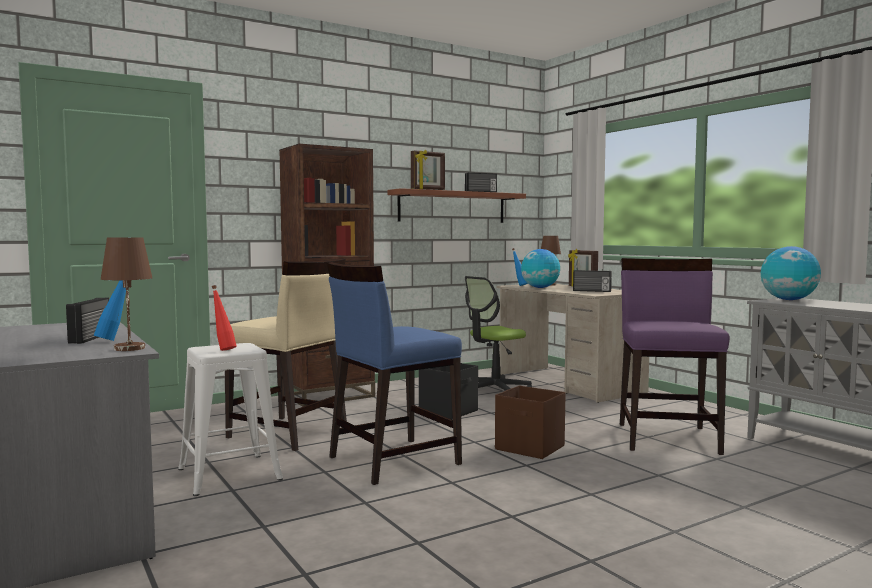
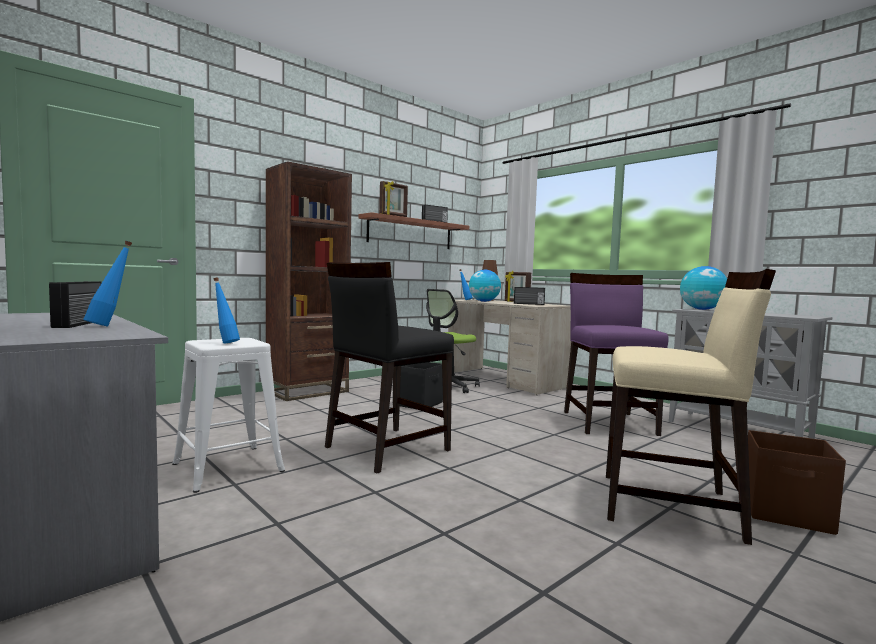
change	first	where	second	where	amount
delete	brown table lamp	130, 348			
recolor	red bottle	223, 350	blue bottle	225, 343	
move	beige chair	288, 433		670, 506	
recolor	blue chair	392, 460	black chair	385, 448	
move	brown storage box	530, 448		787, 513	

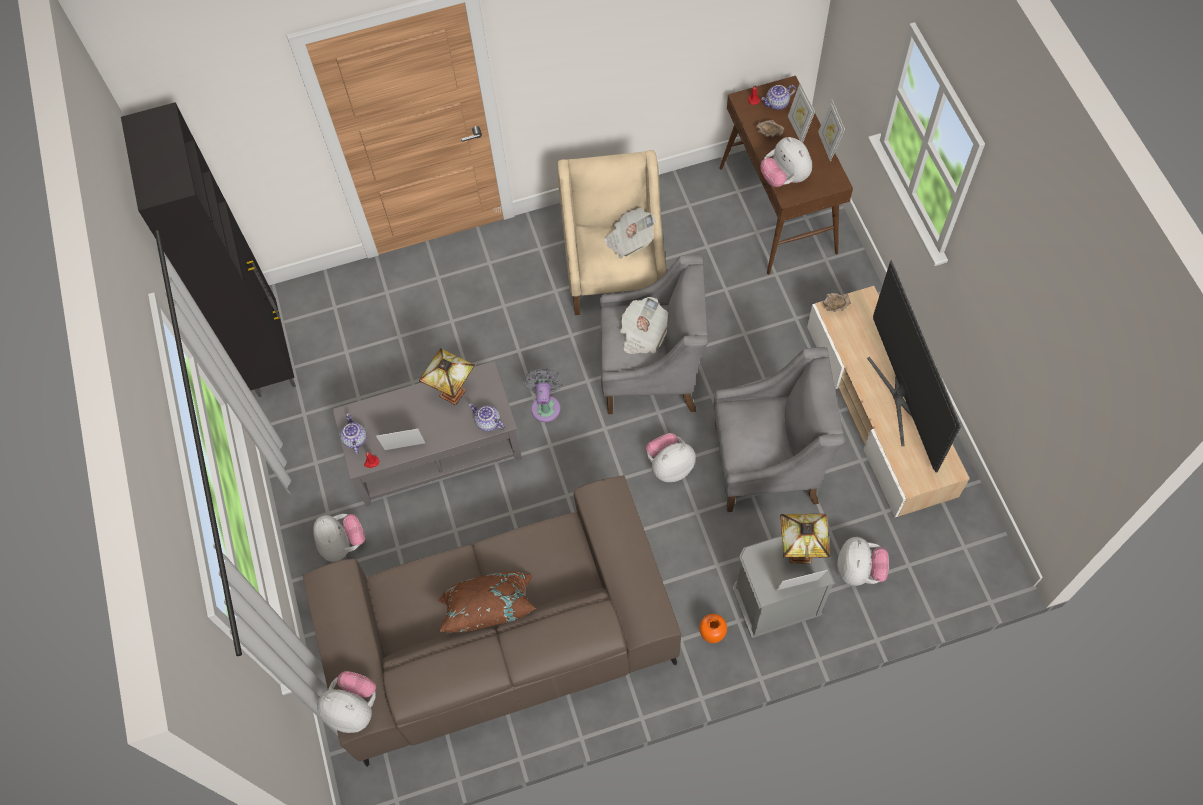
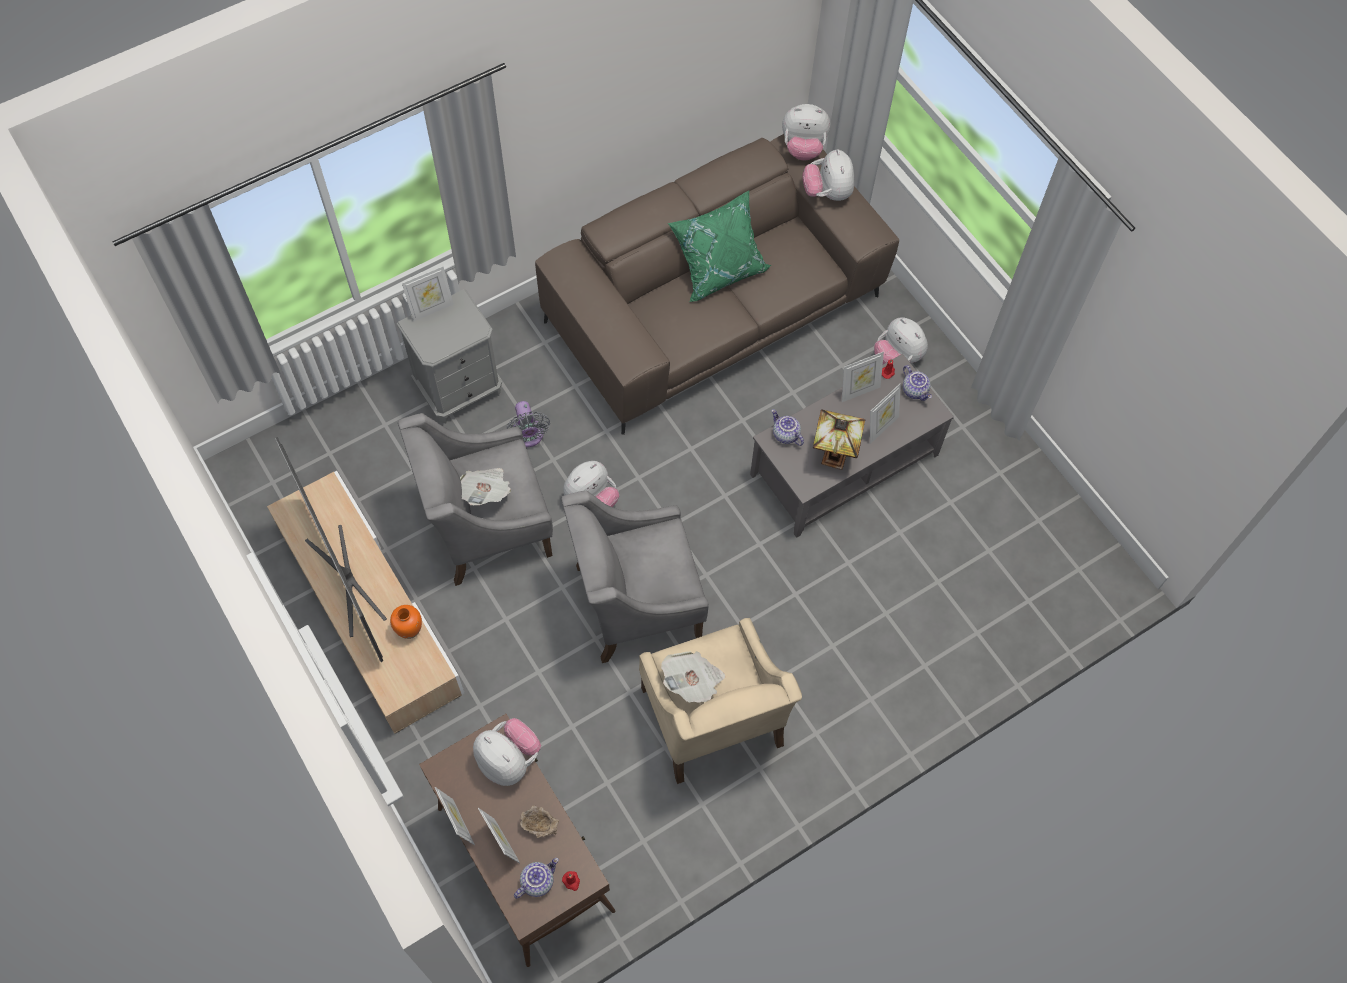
change	first	where	second	where	amount
delete	black cabinet	269, 353			
recolor	brown pillow	490, 612	green pillow	719, 269	
rotate	teapot	487, 423		785, 435	150 degrees counterclockwise
move	grey fan	545, 405		528, 436	
move	newspaper	643, 334		485, 492	
move	orange vase	712, 634		409, 629	
delete	table lamp	798, 554			
delete	beige bowl	835, 307			
move	plush toy	859, 570		827, 193	
insert			picture frame	881, 427	

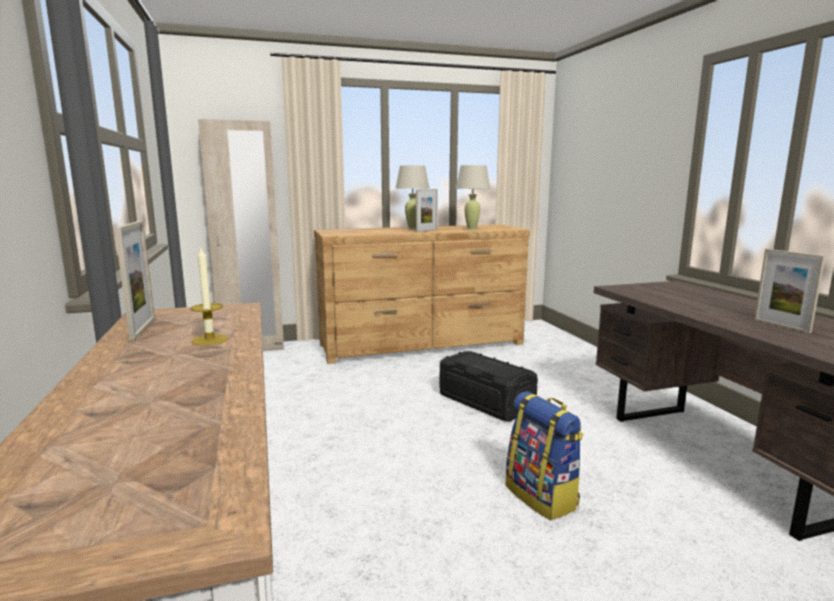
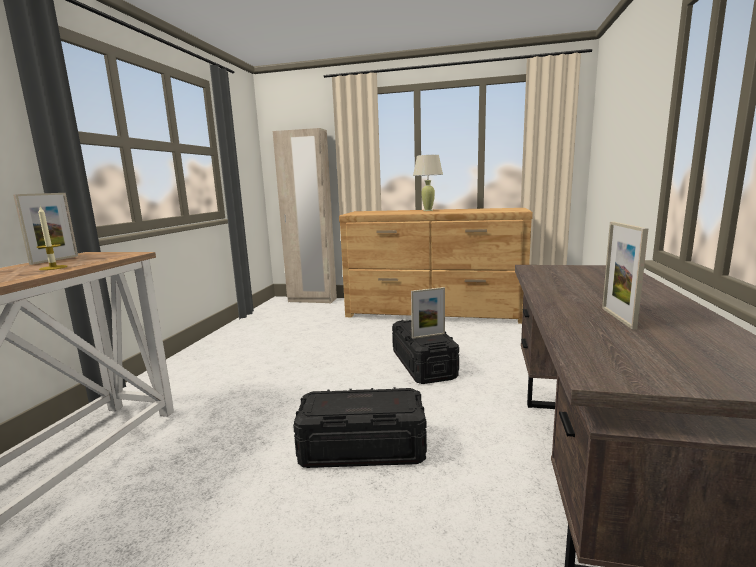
change	first	where	second	where	amount
move	picture frame	426, 230		428, 336	
delete	beige table lamp	472, 229			
replace	backpack	542, 497	black storage box	363, 449	

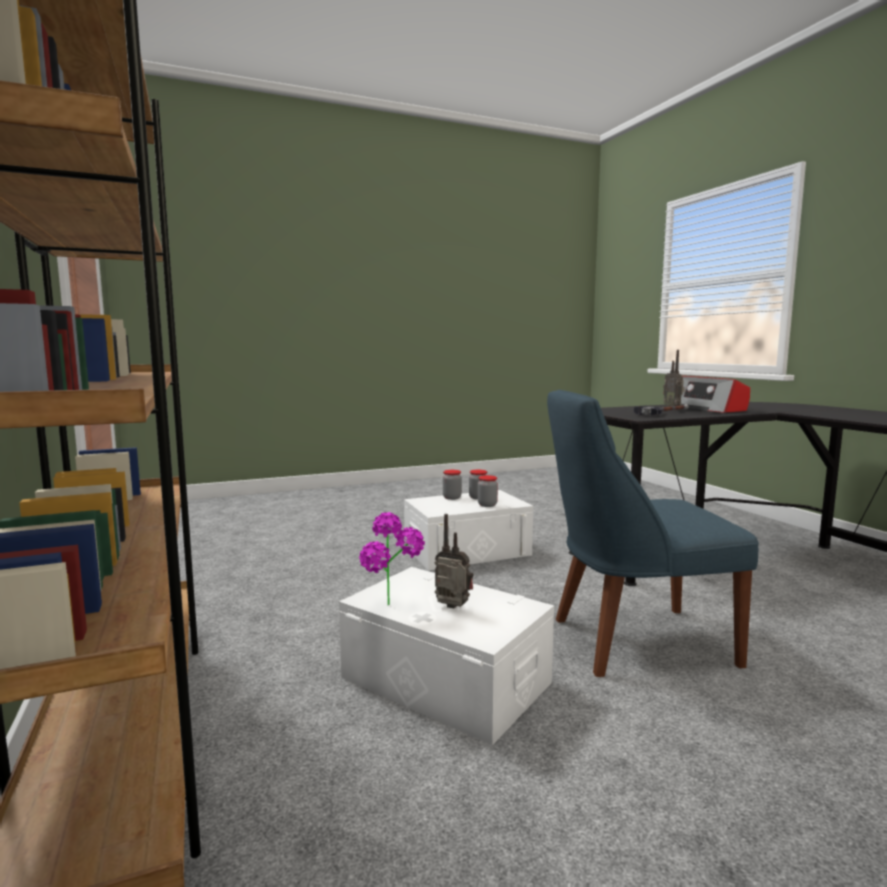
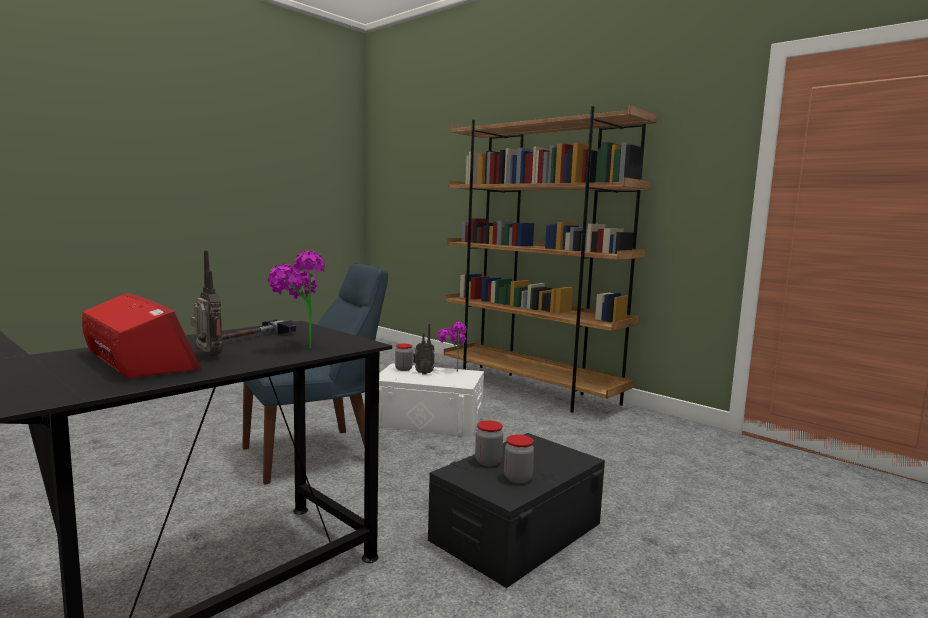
change	first	where	second	where	amount
recolor	white storage box	467, 550	black storage box	516, 532	
move	jar	452, 497		403, 369	
insert			potted plant	298, 347	

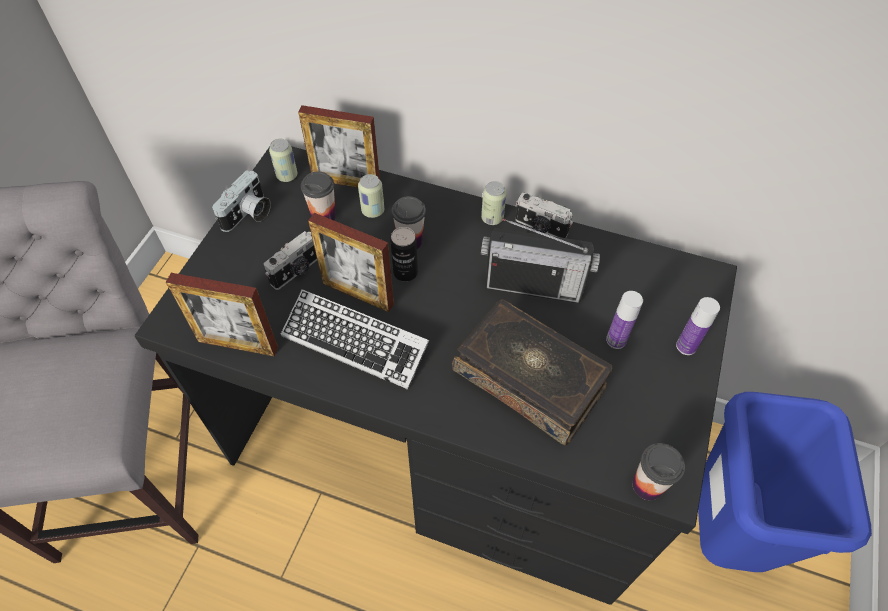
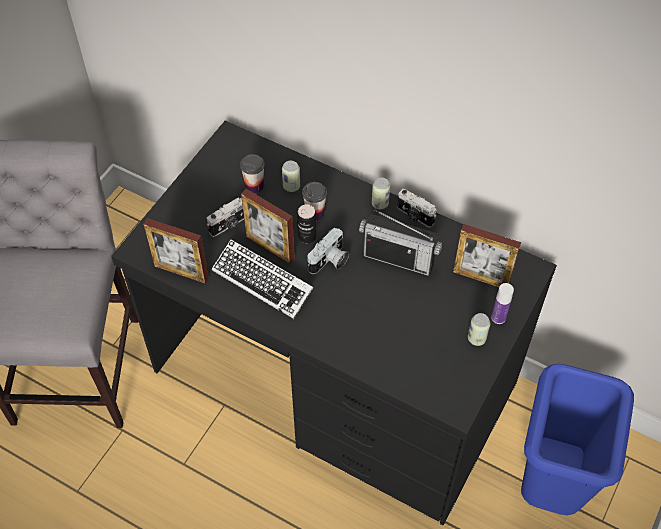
change	first	where	second	where	amount
move	photo camera	248, 215		329, 261	
move	can	287, 175		476, 338	
move	picture frame	346, 182		481, 278	
delete	book	530, 378			
delete	bottle	616, 340			
delete	cup	647, 485			

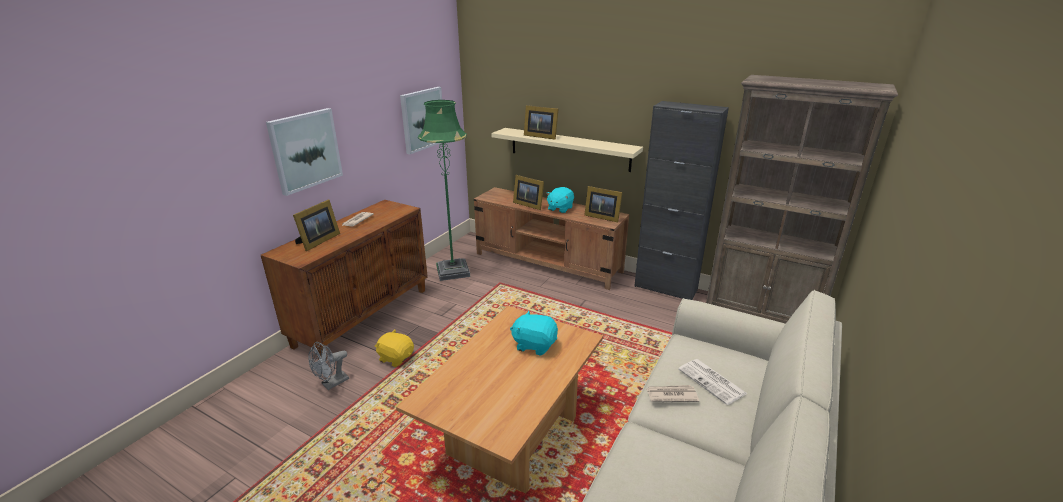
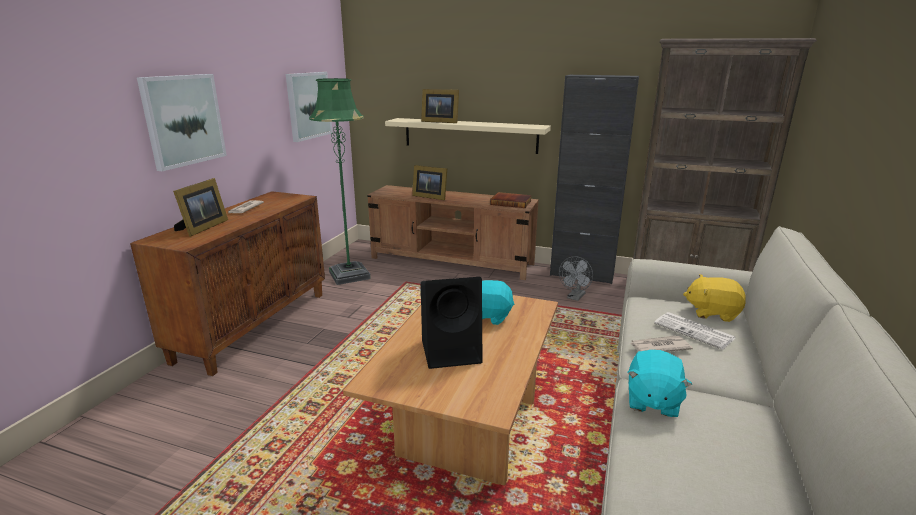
change	first	where	second	where	amount
move	grey fan	332, 384		575, 297	
move	yellow plush toy	396, 358		712, 312	
move	turquoise plush toy	560, 208		652, 401	
replace	picture frame	601, 217	book	511, 202	
insert			black speaker	452, 351	

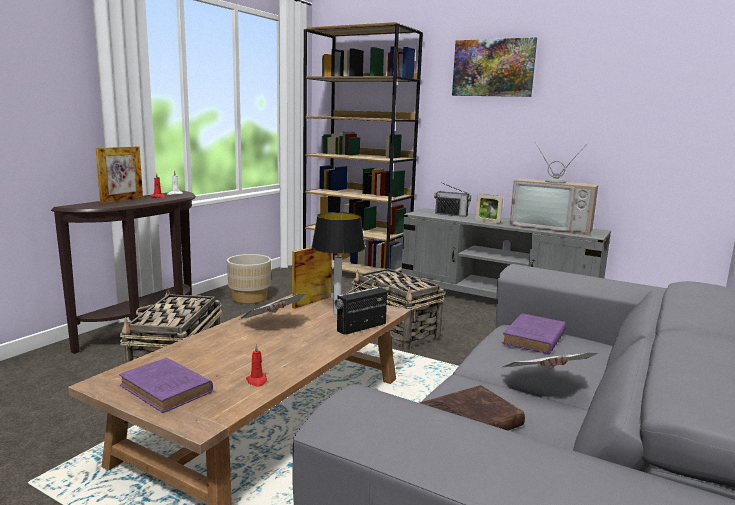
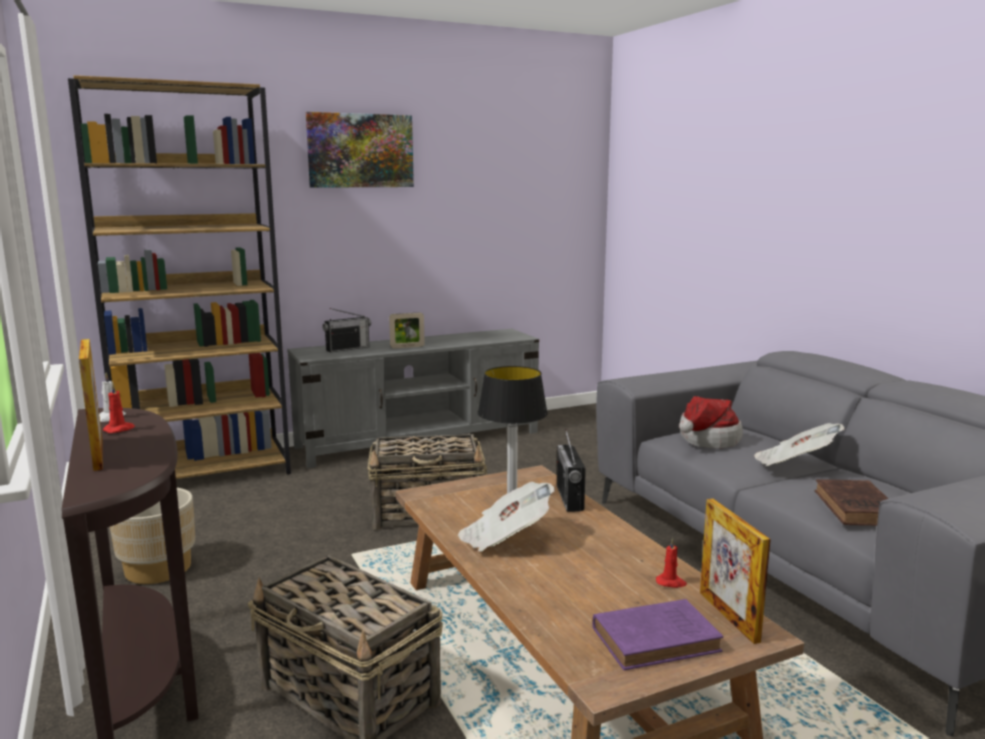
change	first	where	second	where	amount
move	picture frame	312, 302		728, 616	
replace	purple book	533, 338	hat	706, 440	
delete	television	552, 227			

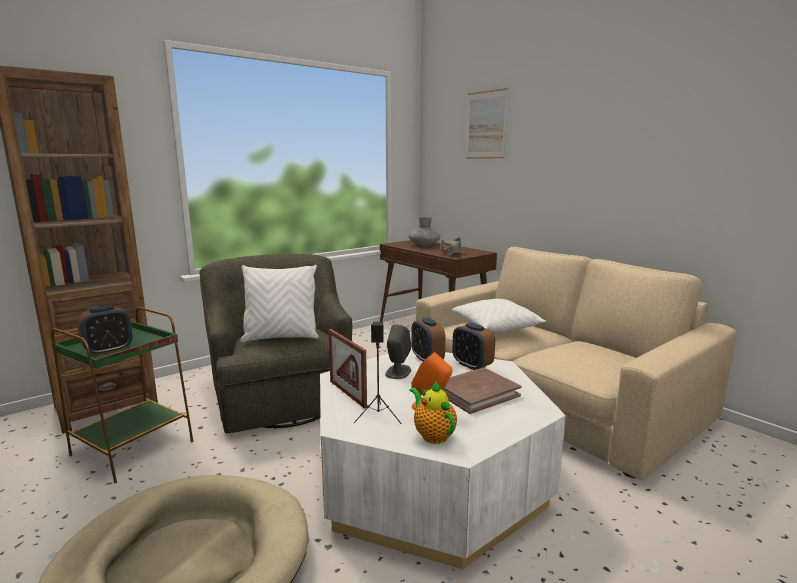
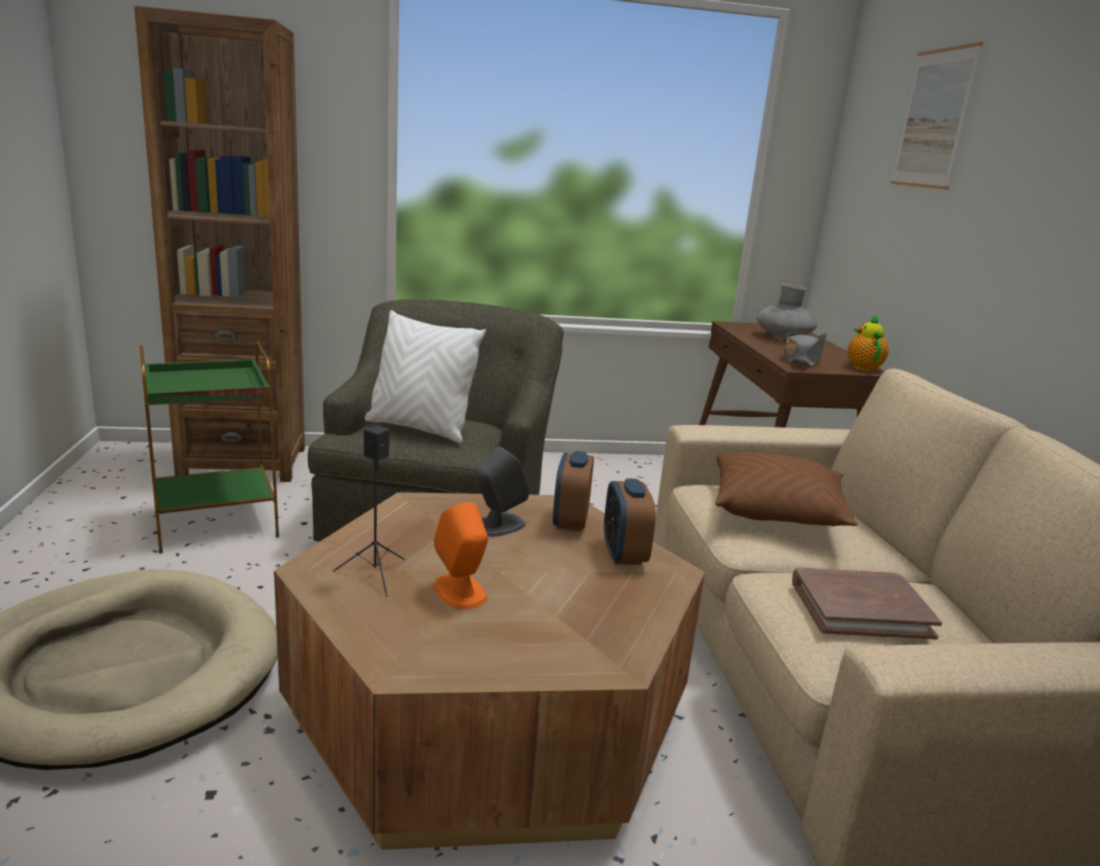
change	first	where	second	where	amount
delete	alarm clock	108, 350			
recolor	white coffee table	430, 480	brown coffee table	489, 711	
delete	picture frame	347, 393			
move	teapot	433, 435		863, 367	
move	brown book	476, 393		860, 608	
recolor	white pillow	497, 328	brown pillow	777, 511	

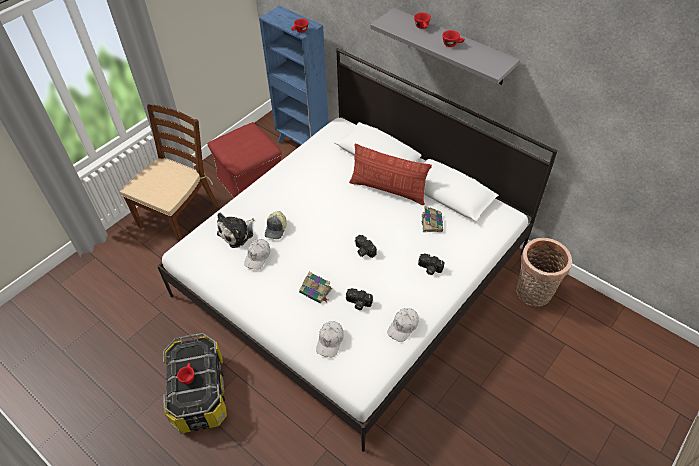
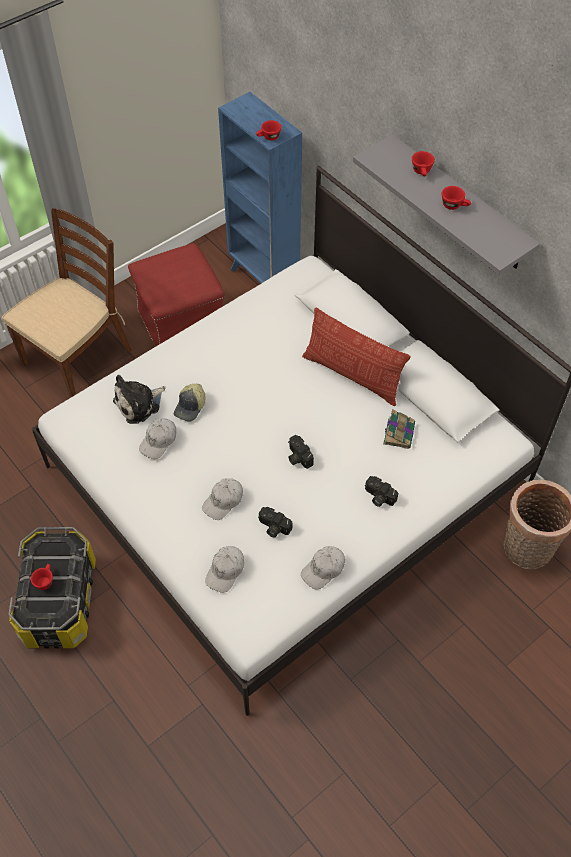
change	first	where	second	where	amount
replace	book	316, 291	white cap	223, 501	

